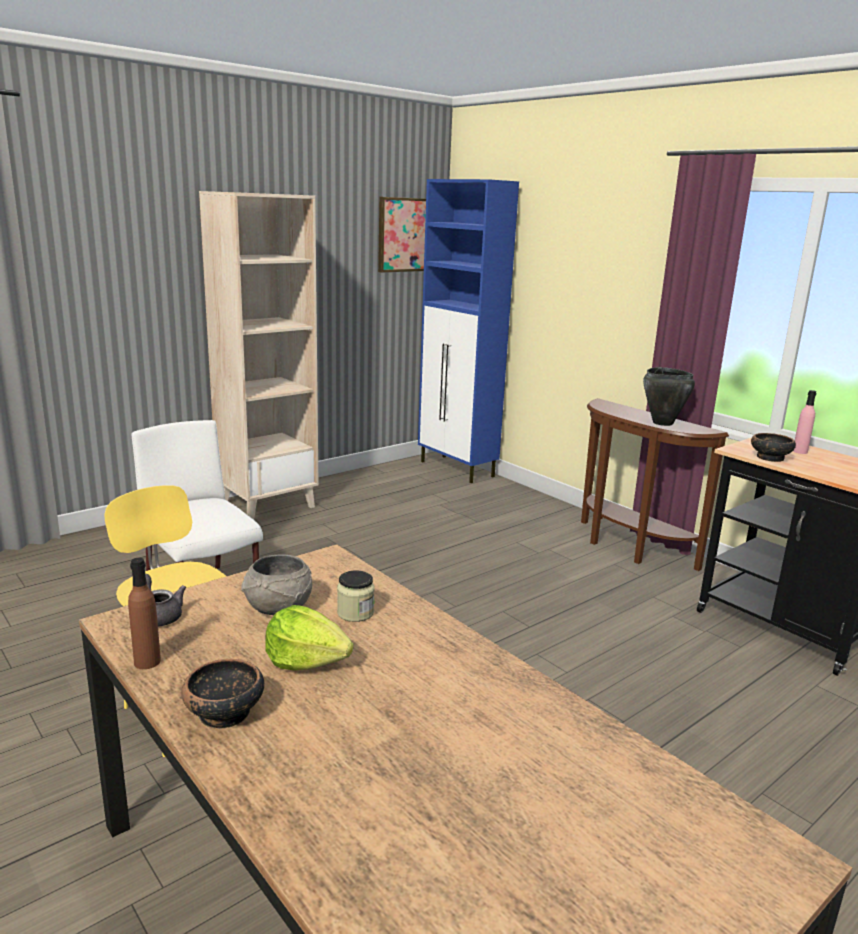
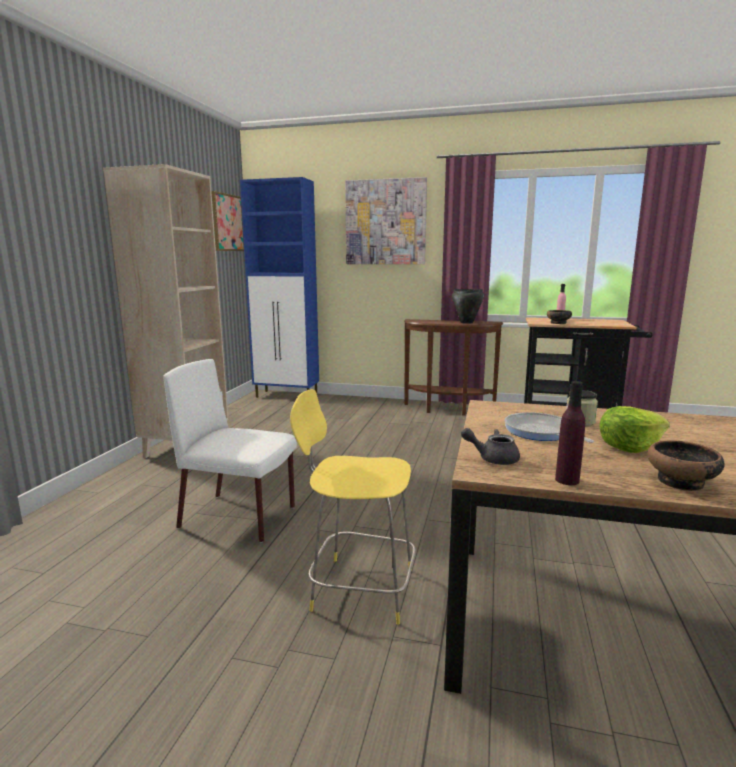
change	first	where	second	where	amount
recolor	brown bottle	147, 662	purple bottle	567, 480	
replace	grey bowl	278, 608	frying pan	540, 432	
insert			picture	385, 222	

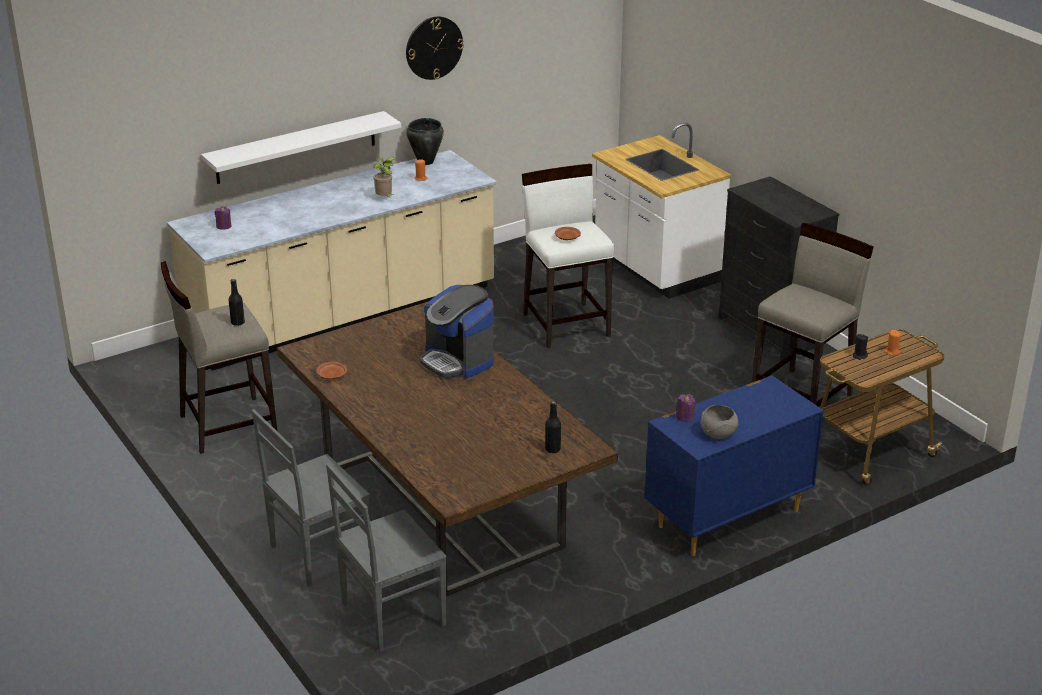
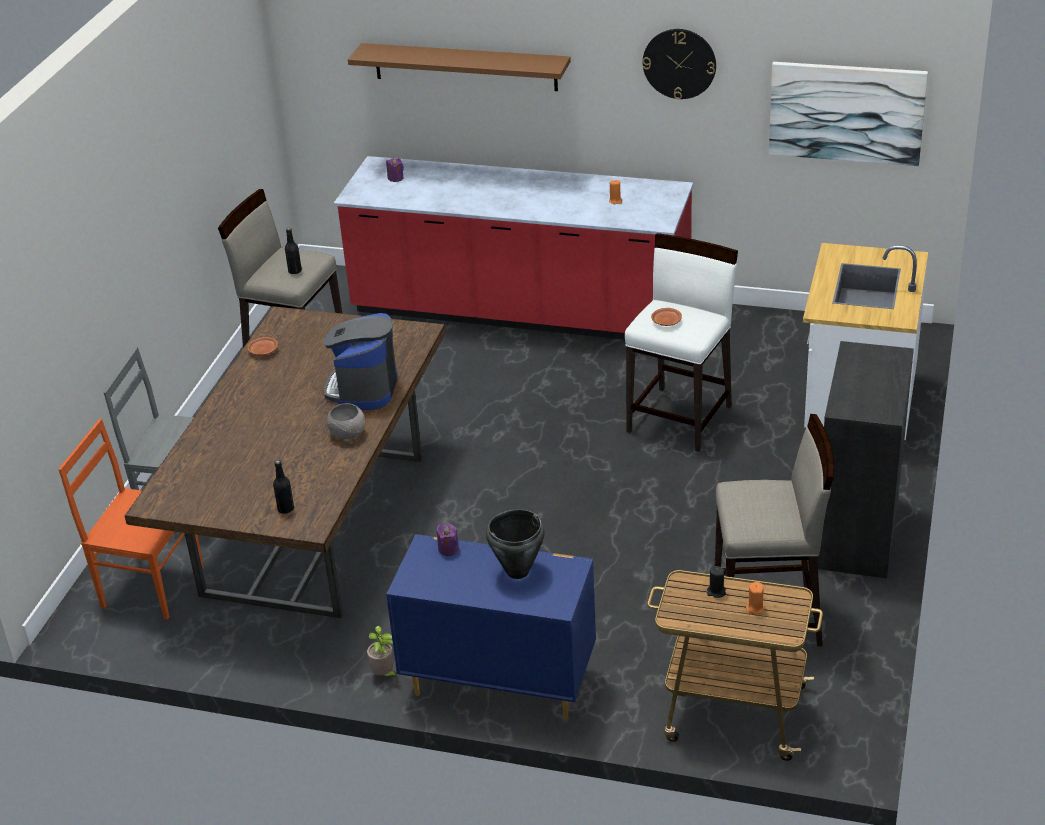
change	first	where	second	where	amount
recolor	beige counter	343, 315	red counter	520, 312	
delete	white shelf	296, 147			
recolor	grey chair	390, 615	orange chair	149, 586	
move	potted plant	385, 198		384, 675	
move	black cooking pot	425, 162		517, 571	
move	grey bowl	717, 434		347, 433	
insert			brown shelf	465, 67	
insert			picture	846, 112	

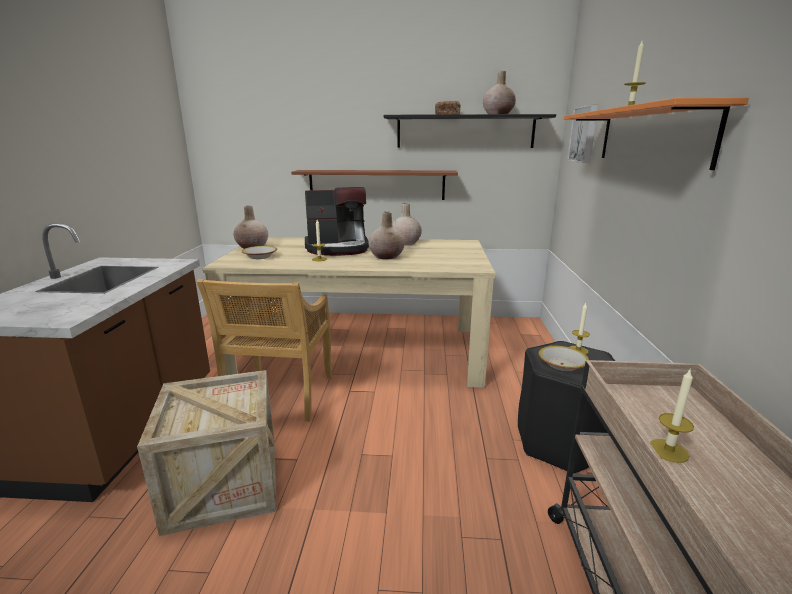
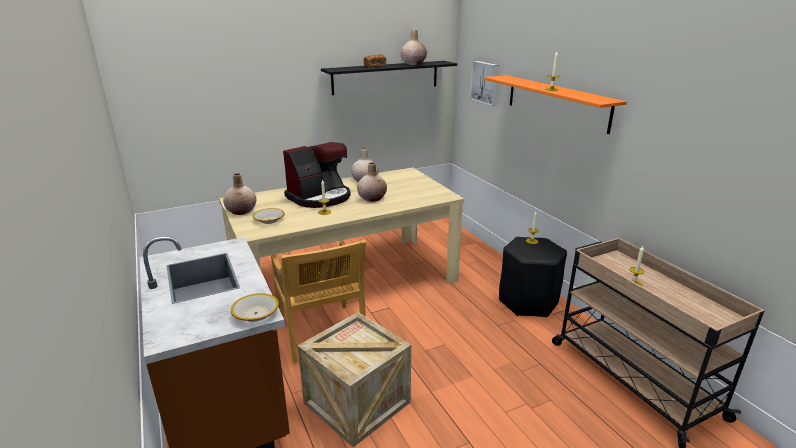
change	first	where	second	where	amount
delete	brown shelf	376, 184			
move	bowl	562, 364		256, 314	

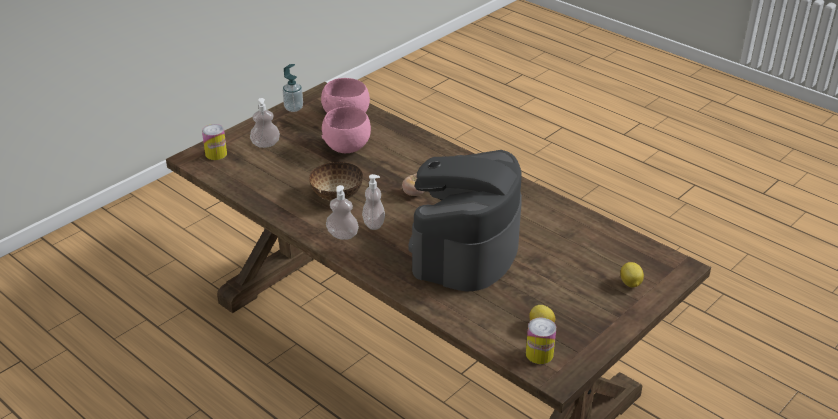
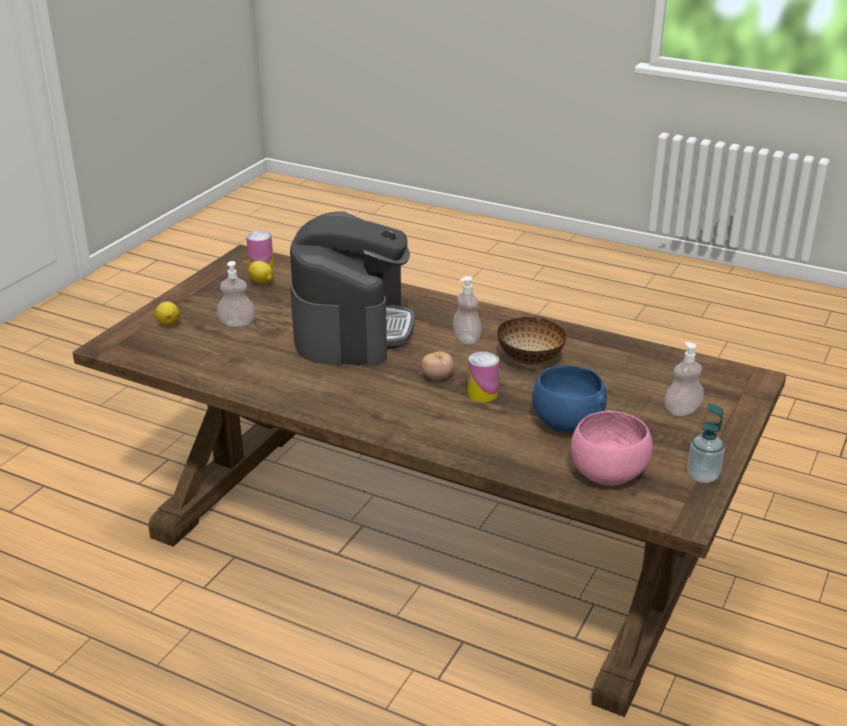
change	first	where	second	where	amount
move	can	216, 154		482, 394	
recolor	pink bowl	347, 147	blue bowl	566, 424	
move	soap dispenser	342, 235		237, 323	

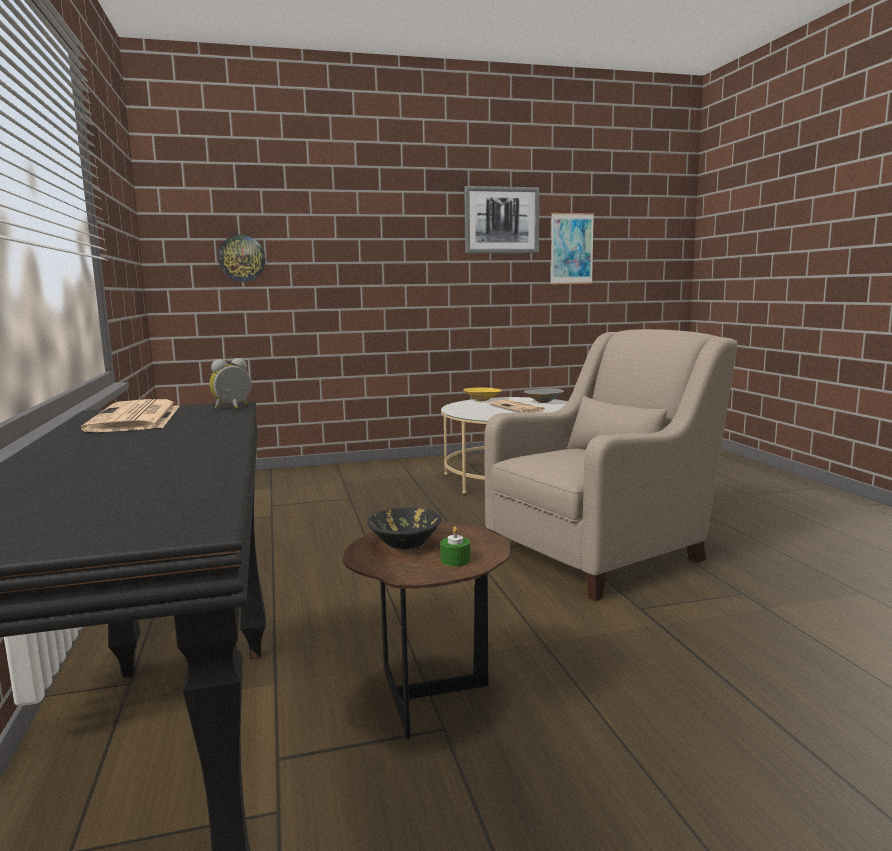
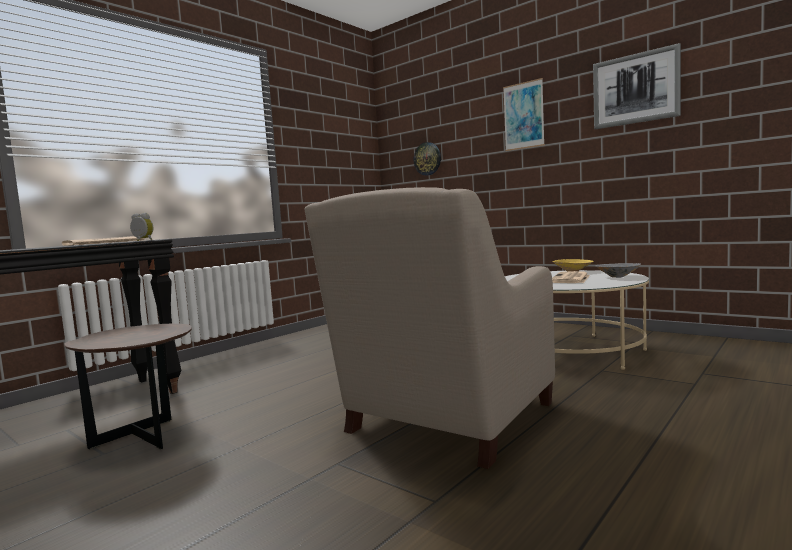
change	first	where	second	where	amount
delete	black bowl	404, 544			
delete	green candle	455, 560			
rotate	beige armchair	601, 552		447, 420	105 degrees clockwise
move	picture	571, 248		523, 115	

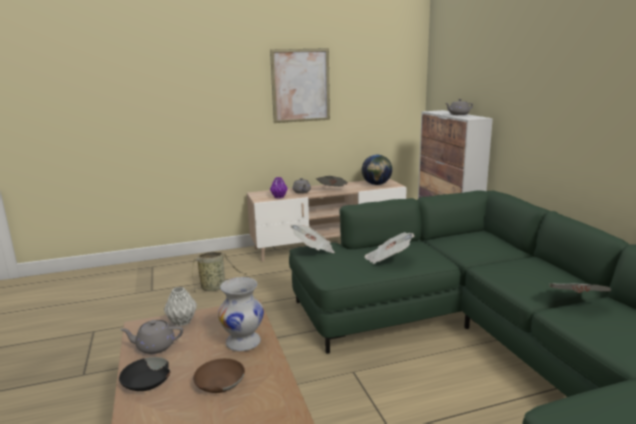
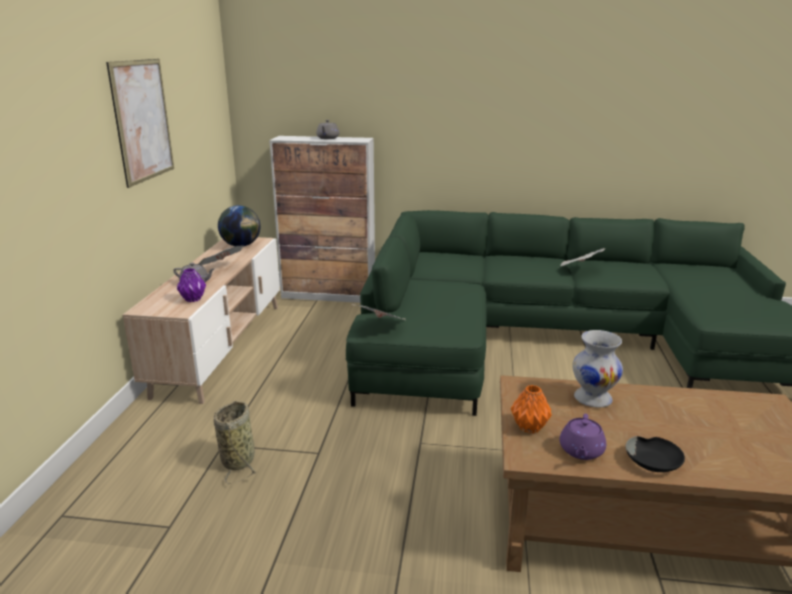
change	first	where	second	where	amount
recolor	grey teapot	155, 347	purple teapot	581, 451	
recolor	grey vase	182, 322	orange vase	530, 427	
delete	brown bowl	219, 382			
delete	newspaper	388, 259			

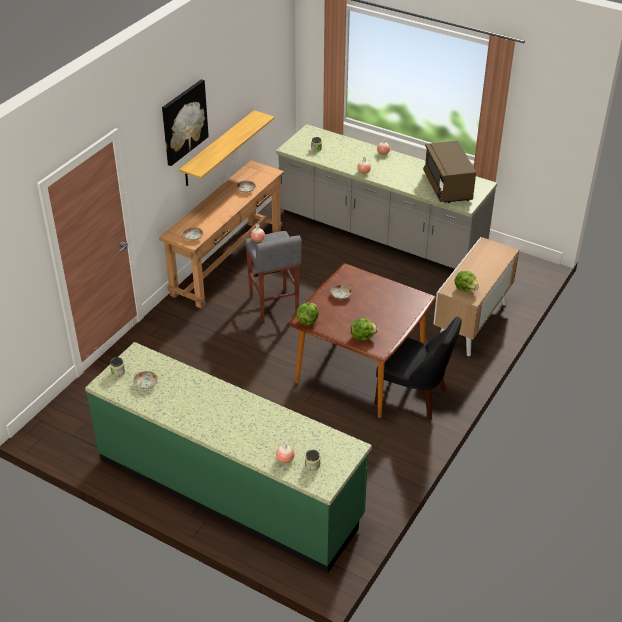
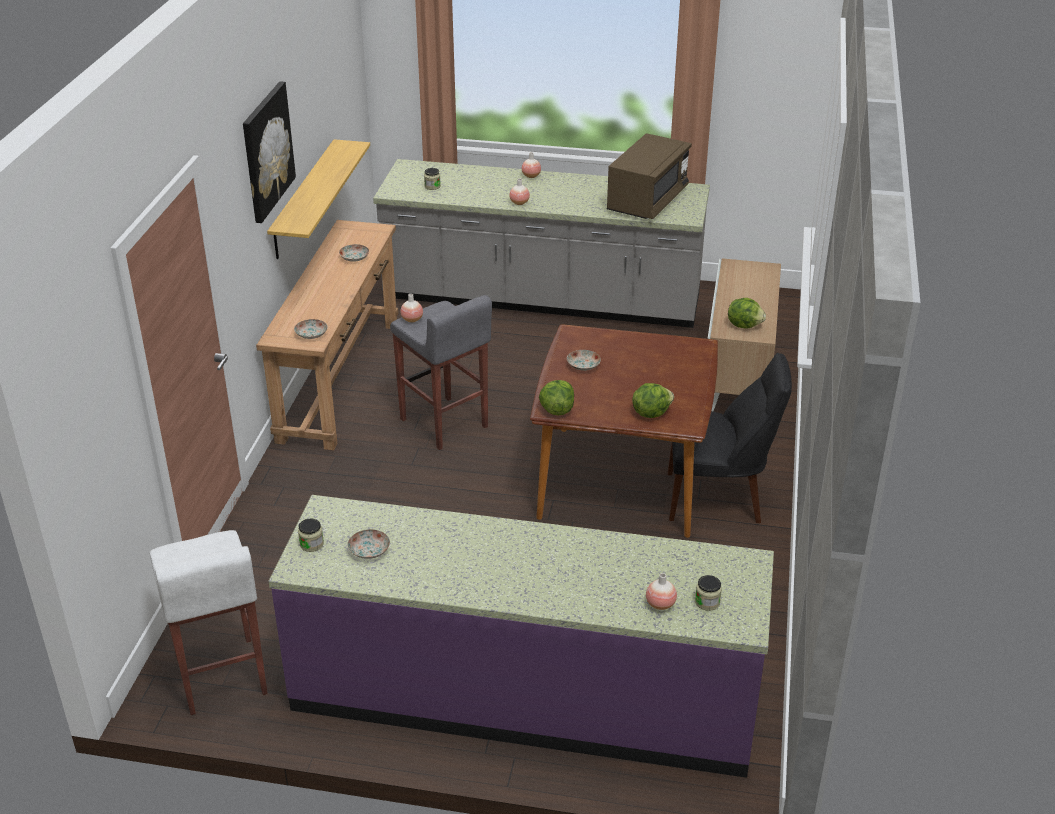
change	first	where	second	where	amount
recolor	green counter	229, 488	purple counter	524, 695	
rotate	brown microwave	447, 187		647, 200	120 degrees counterclockwise
insert			white stool	220, 677	

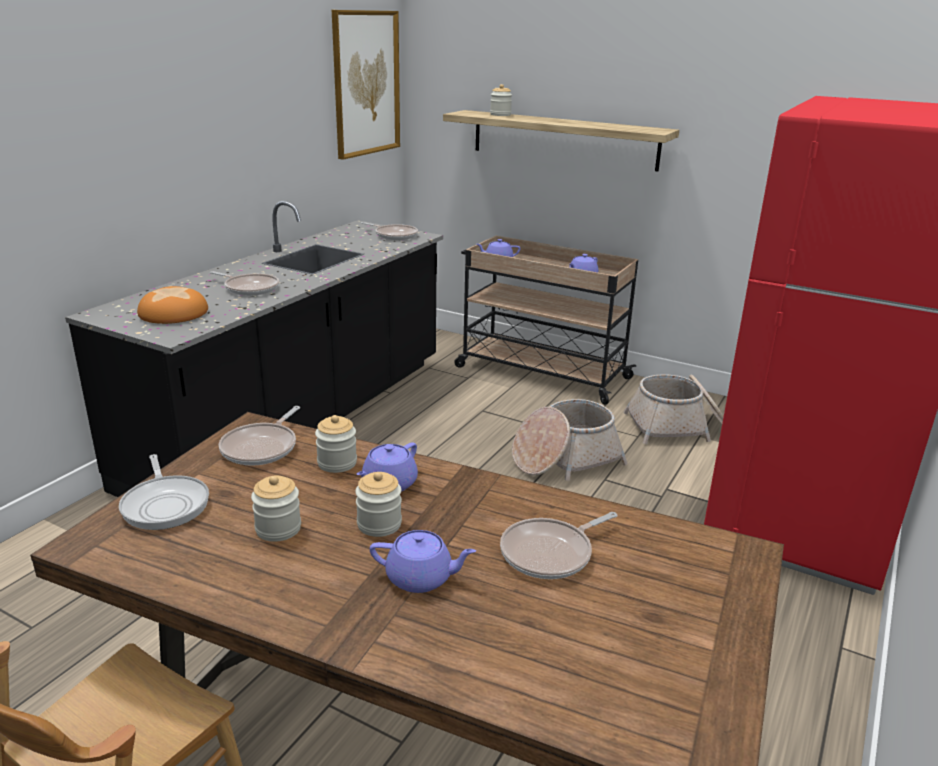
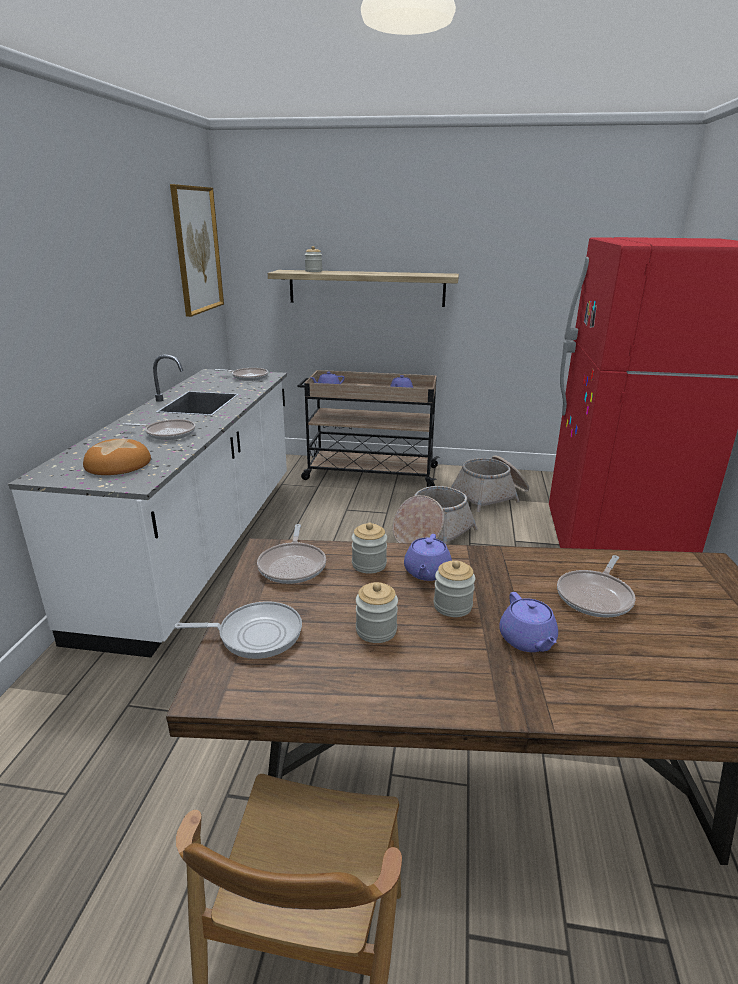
change	first	where	second	where	amount
recolor	black counter	297, 421	white counter	200, 546	
rotate	frying pan	165, 504		255, 634	45 degrees counterclockwise
rotate	purple teapot	421, 578		527, 640	90 degrees clockwise

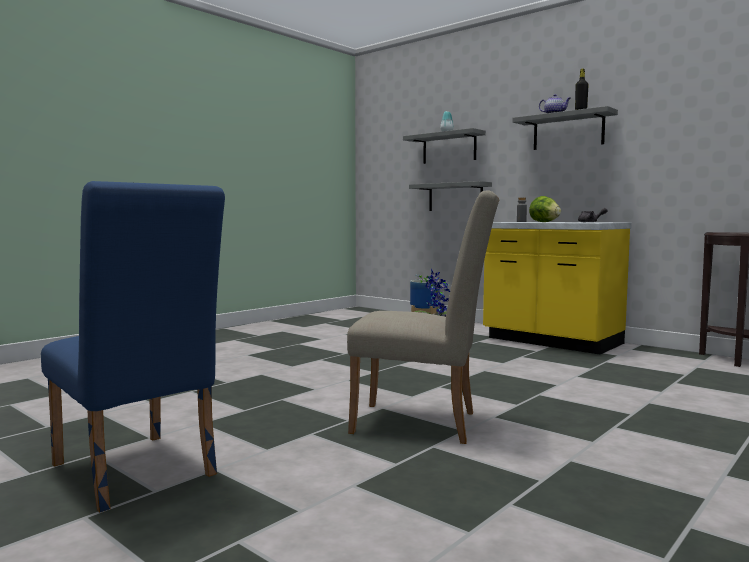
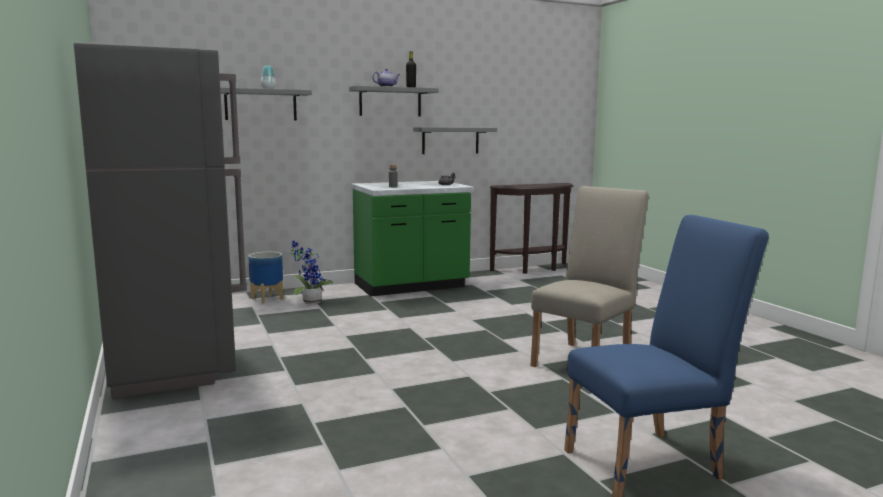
change	first	where	second	where	amount
move	grey shelf	455, 197		450, 140	
recolor	yellow counter	551, 341	green counter	411, 286	
delete	lettuce	544, 222			
insert			grey fridge	173, 366	

